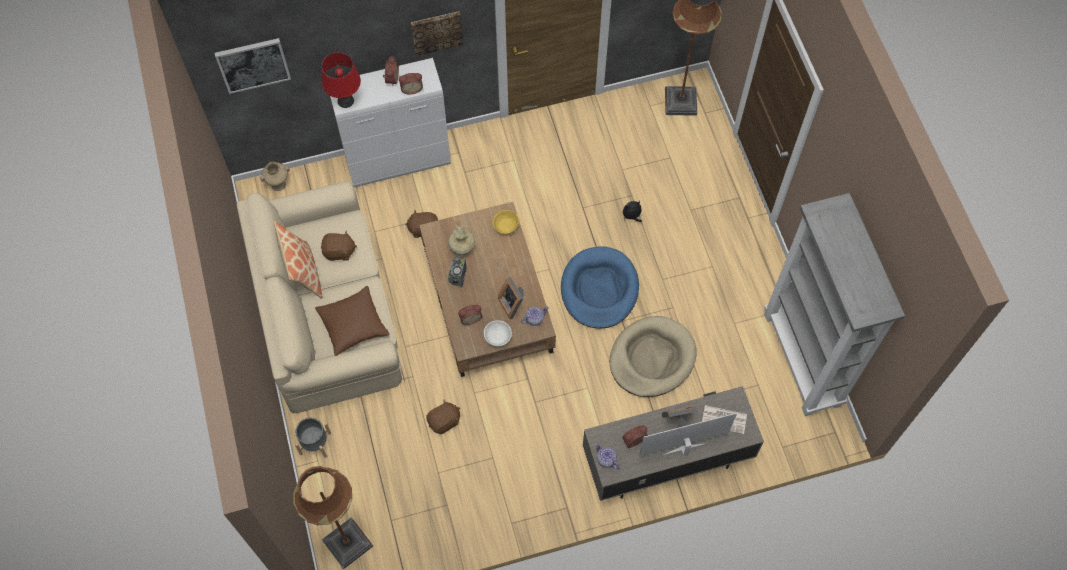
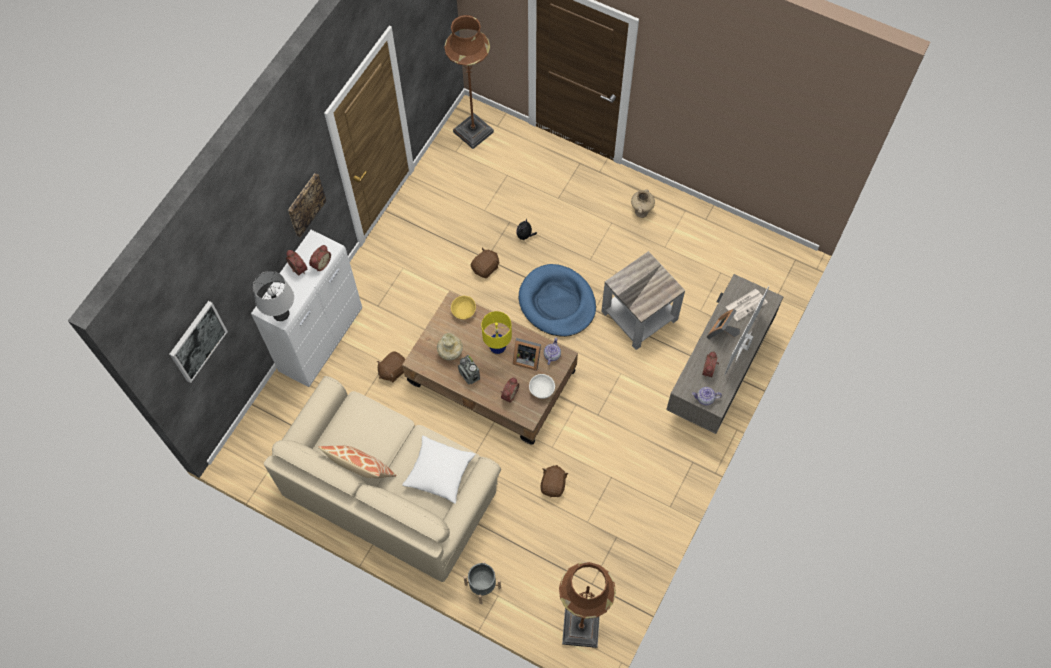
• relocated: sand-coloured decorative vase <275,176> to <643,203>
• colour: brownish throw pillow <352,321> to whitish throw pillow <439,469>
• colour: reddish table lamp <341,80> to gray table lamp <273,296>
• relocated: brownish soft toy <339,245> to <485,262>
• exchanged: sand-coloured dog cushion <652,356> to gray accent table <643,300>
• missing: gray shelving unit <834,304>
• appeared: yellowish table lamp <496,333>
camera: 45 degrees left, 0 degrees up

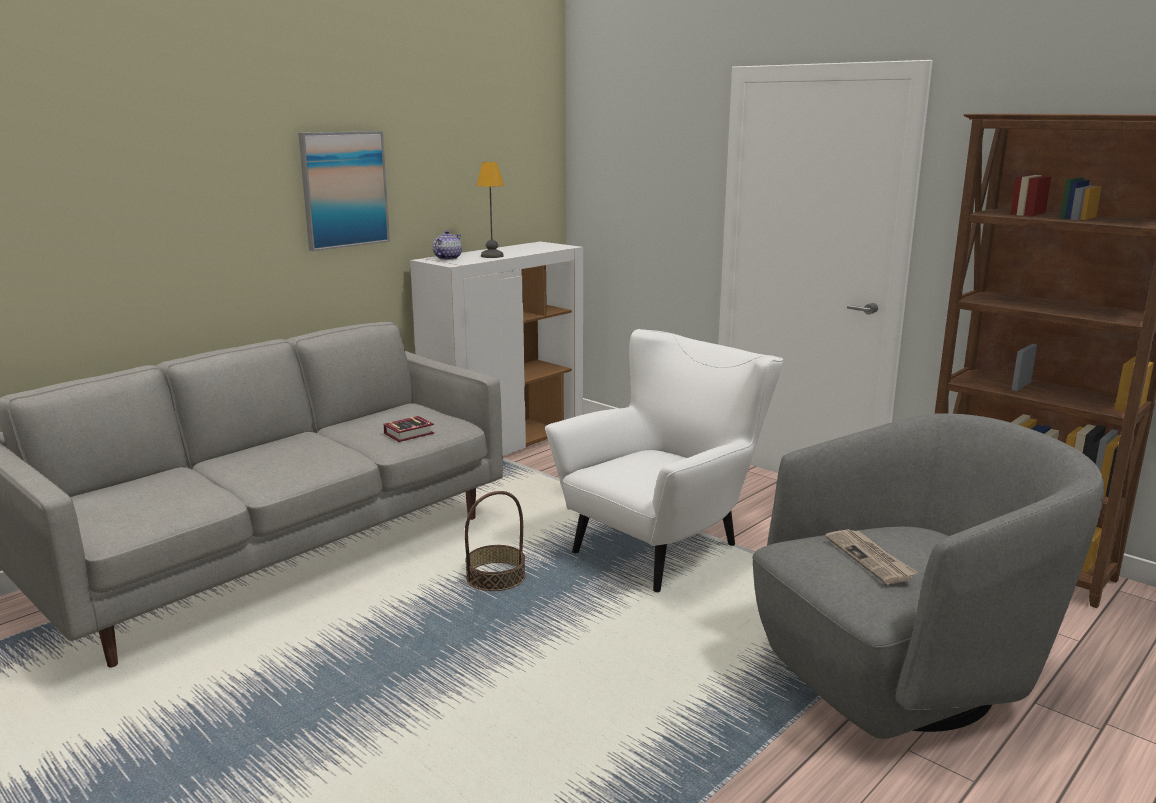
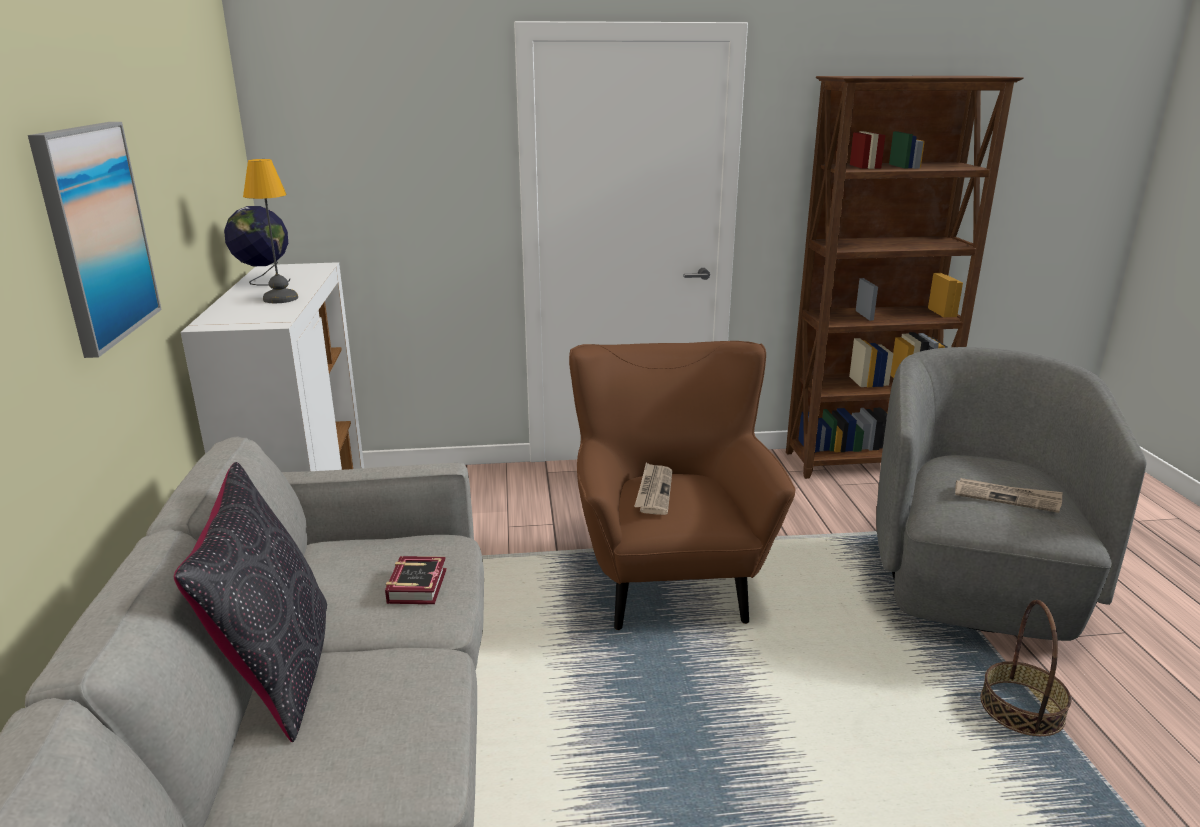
• missing: tea pot <447,245>
• relocated: storage basket <495,541> to <1025,668>
• colour: whitish armchair <664,461> to brownish armchair <682,485>
• appeared: black throw pillow <250,602>
• appeared: globe <257,245>
• appeared: printed paper <653,489>
camera: 50 degrees left, 5 degrees up

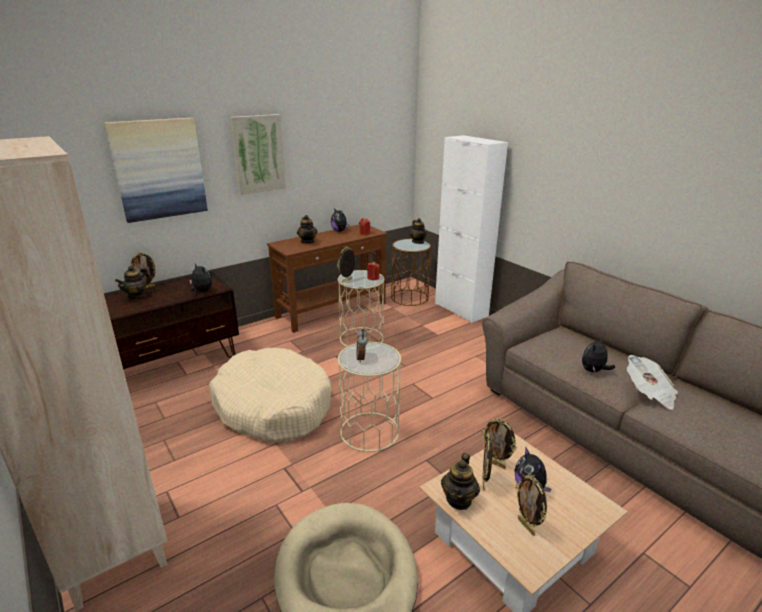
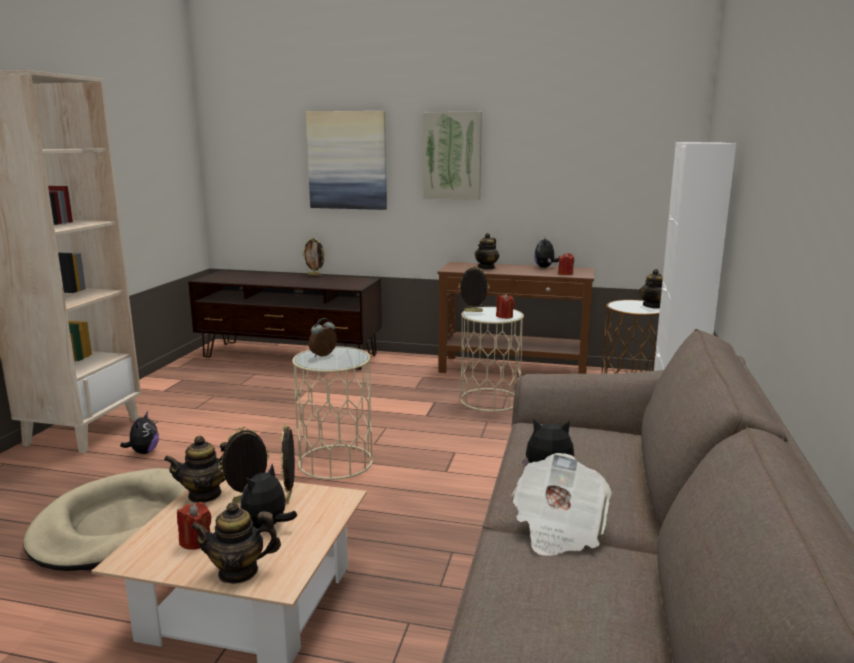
• relocated: tea pot <133,283> to <235,543>
• relocated: soft toy <200,277> to <139,432>
• missing: sand-coloured dog cushion <270,395>
• exchanged: picture frame <531,505> to reddish candle <194,526>
camera: 50 degrees right, 10 degrees down

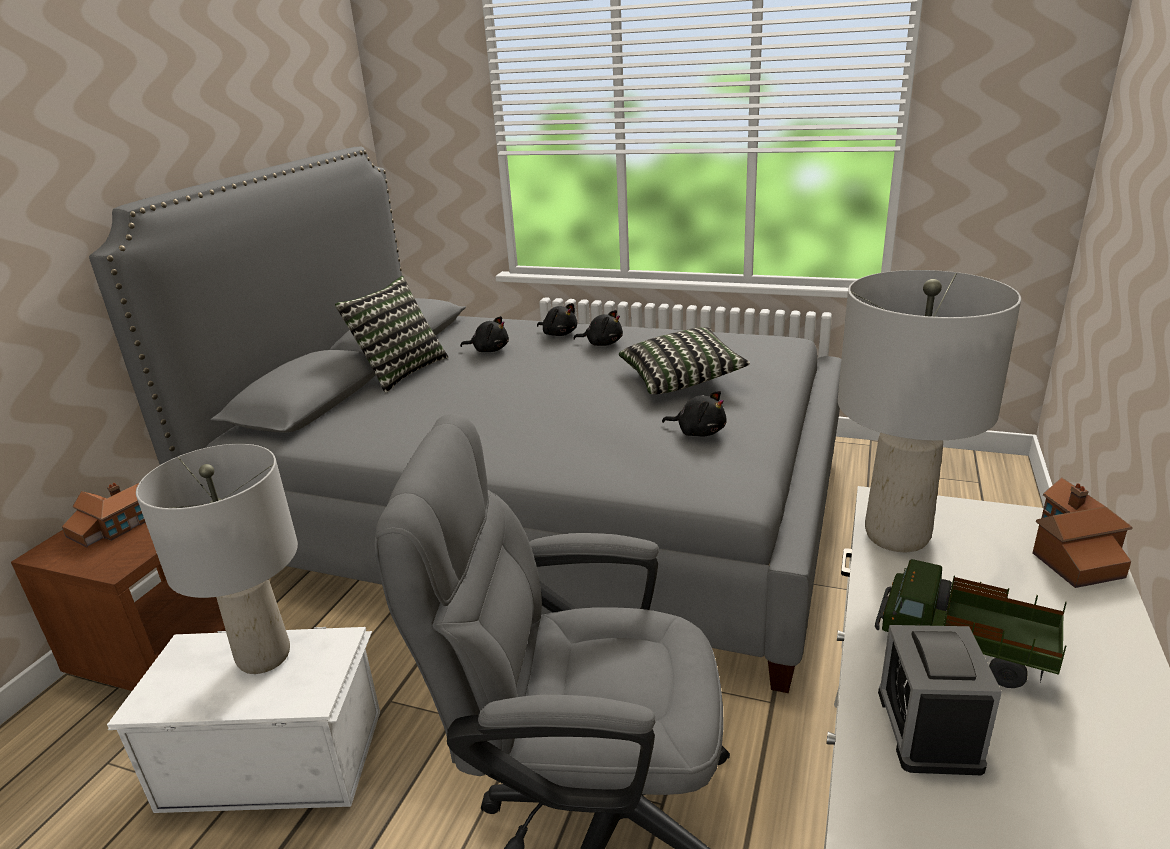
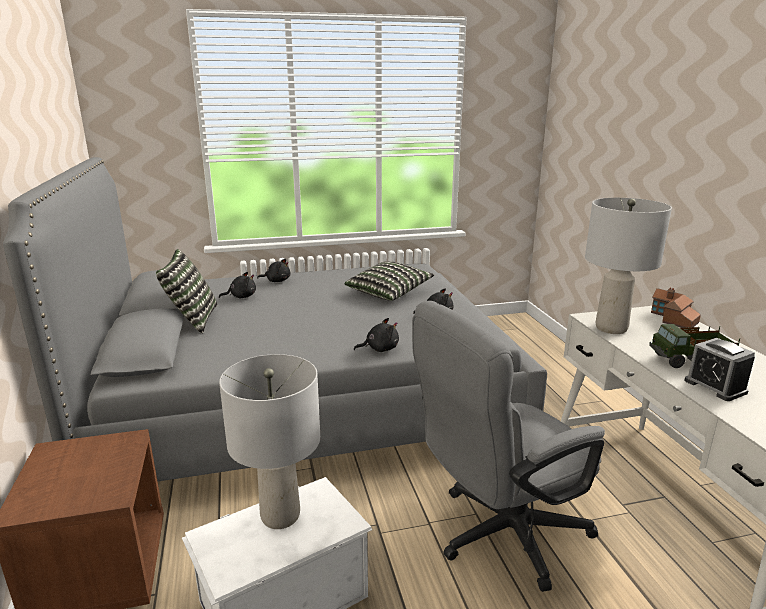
• missing: toy house <104,515>
• relocated: black soft toy <598,328> to <376,335>
camera: 35 degrees left, 5 degrees down

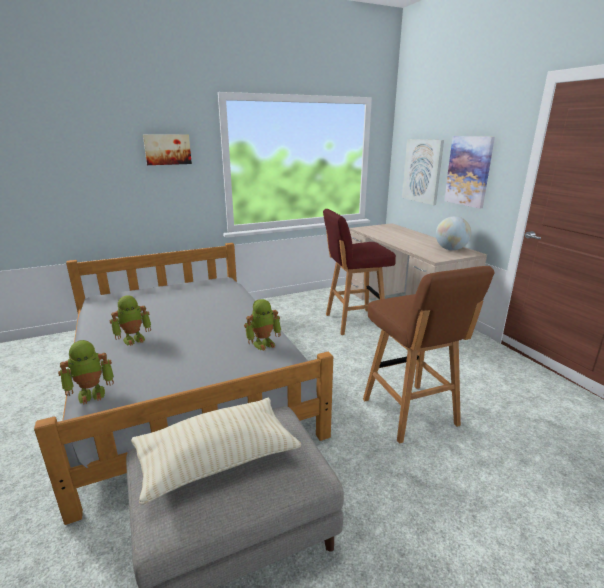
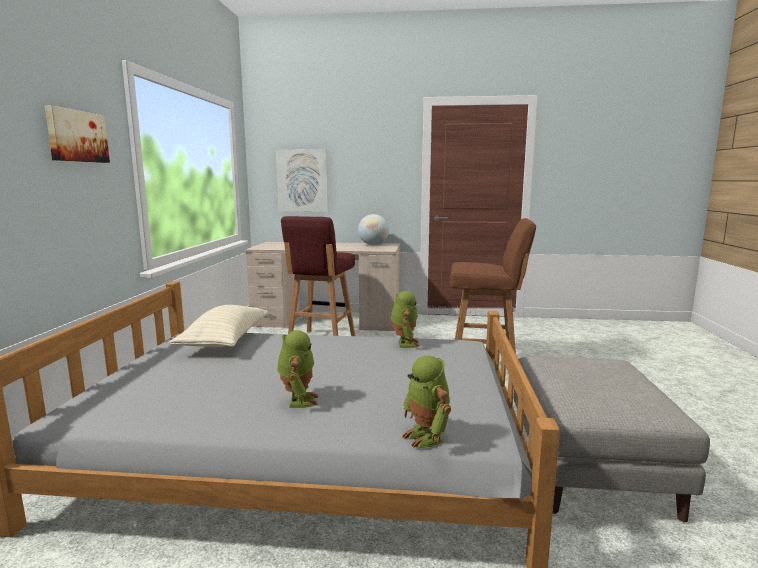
• spun: toy robot <86,372> = <426,401> 150 degrees clockwise
• relocated: sand-coloured throw pillow <216,451> to <219,326>
• missing: picture <469,172>
camera: 60 degrees left, 10 degrees down

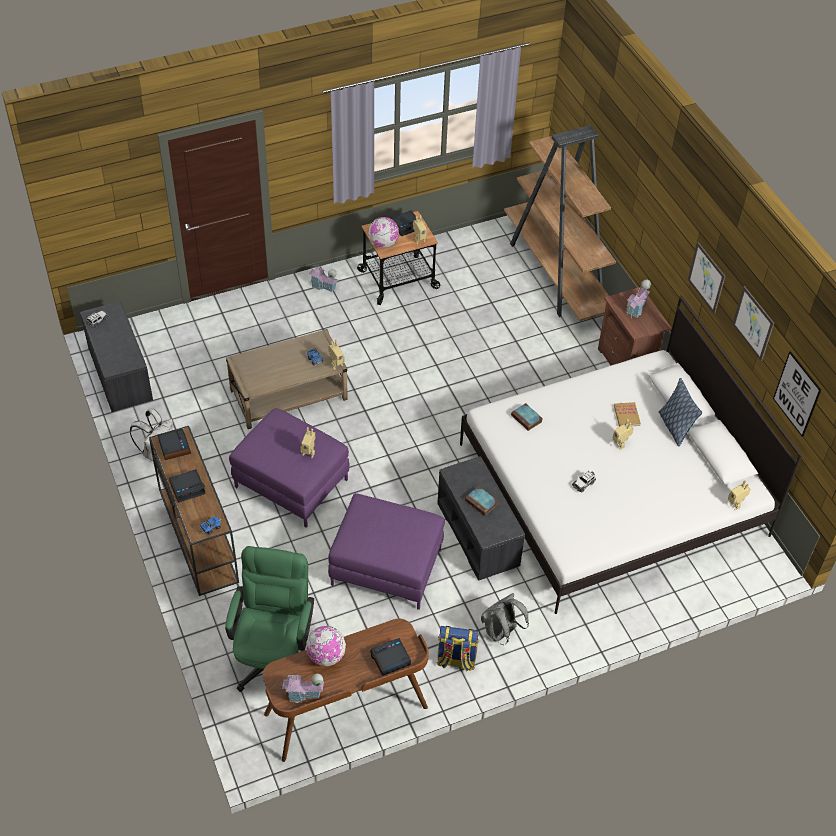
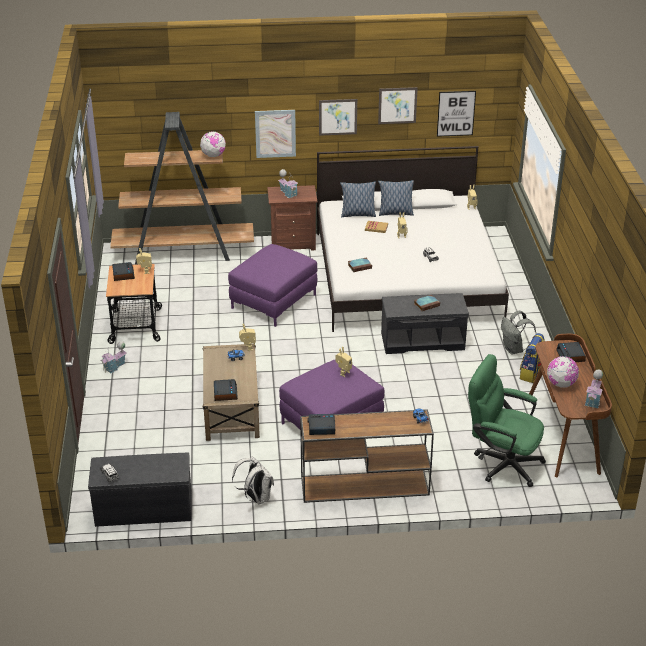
• relocated: bedside clock <187,486> to <226,390>
• relocated: purple-coloured pouffe <386,551> to <272,285>
• relocated: globe <383,232> to <213,144>
• appeared: picture <275,134>
• appeared: throw pillow <358,200>
camera: 70 degrees left, 15 degrees down

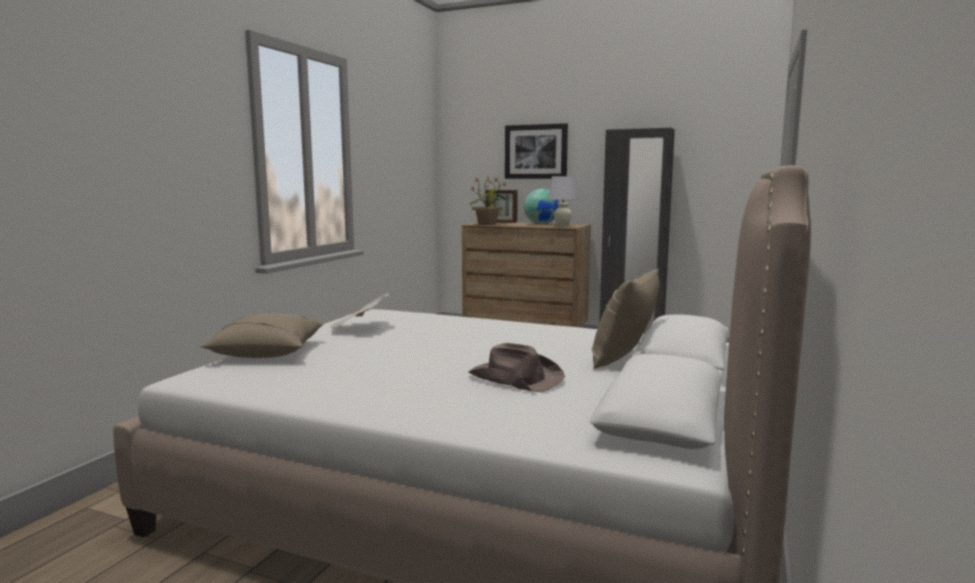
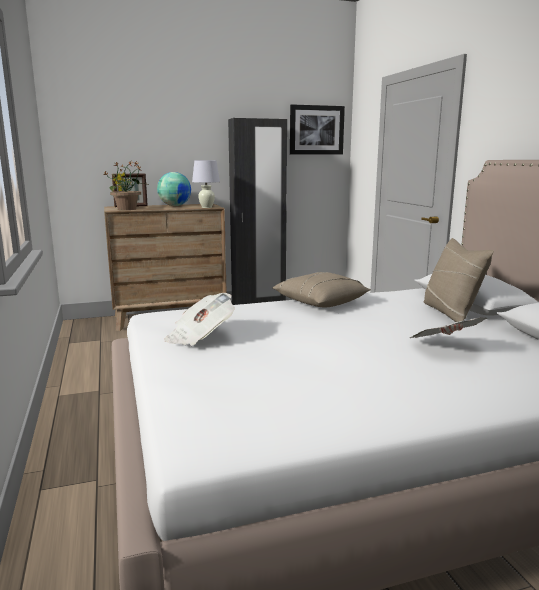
• relocated: sand-coloured throw pillow <262,336> to <321,290>
• exchanged: brownish hat <517,367> to printed paper <448,327>
• relocated: picture <536,151> to <317,129>
camera: 40 degrees left, 5 degrees up

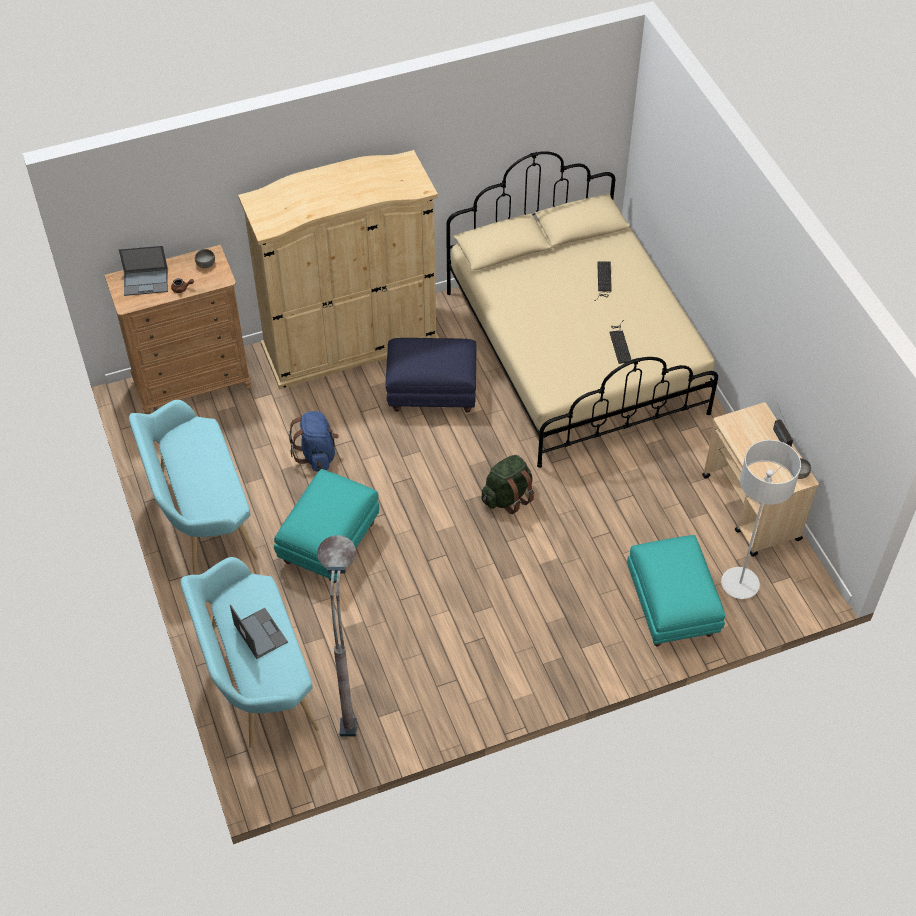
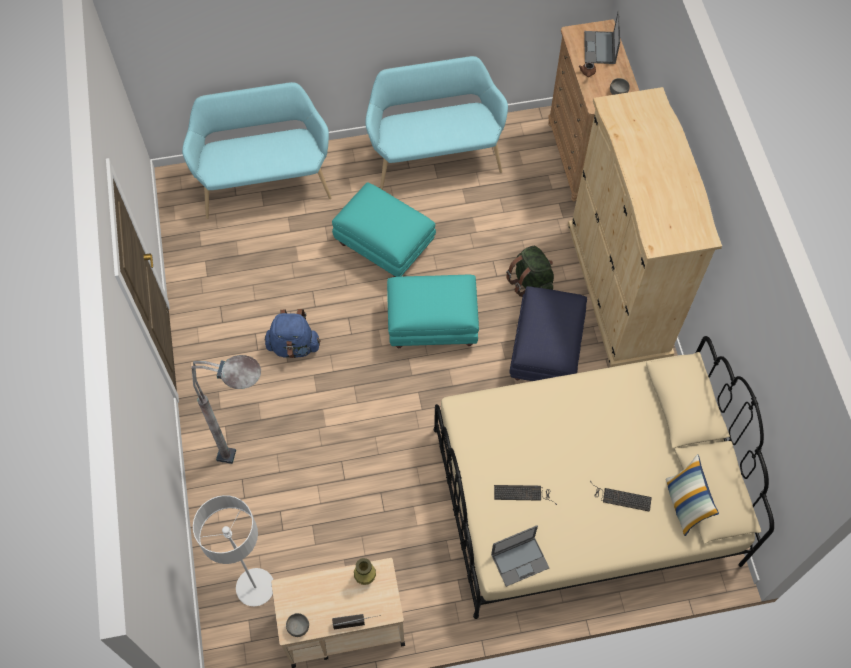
• relocated: portable computer <259,632> to <520,556>
• relocated: blue rucksack <314,441> to <293,333>
• relocated: gray standard lamp <337,636> to <226,409>
• relocated: green rucksack <507,484> to <530,271>
• relocated: turquoise pouffe <676,590> to <433,311>
• appeared: green decorative vase <365,571>
• appeared: throw pillow <692,495>
camera: 100 degrees right, 10 degrees up

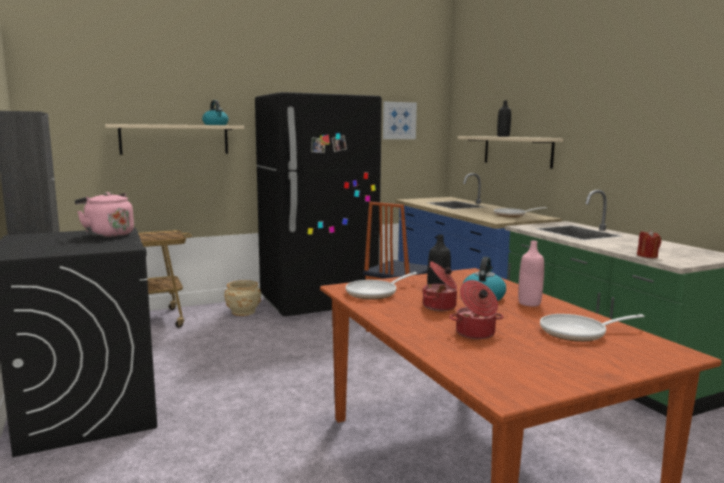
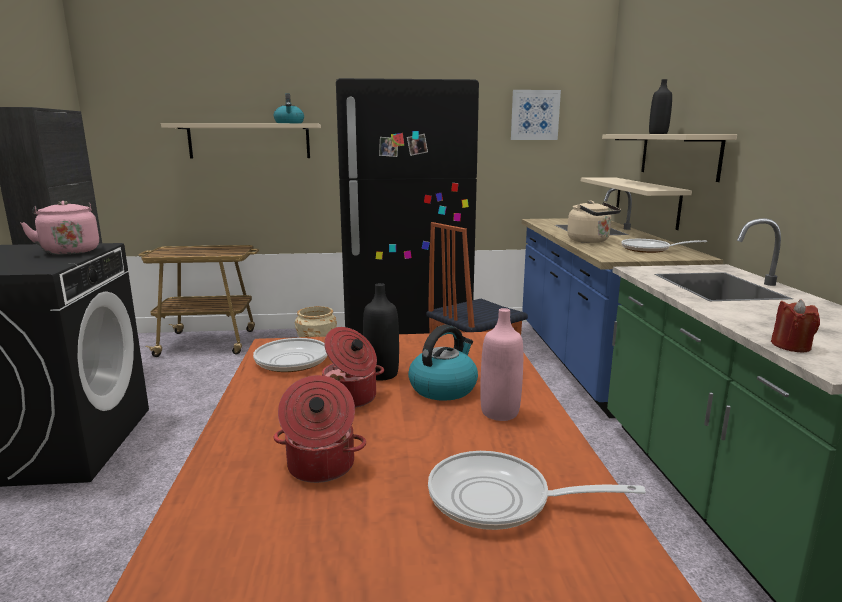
• appeared: sand-coloured tea kettle <594,221>
• appeared: sand-coloured bracket shelf <636,203>
camera: 20 degrees right, 5 degrees up

